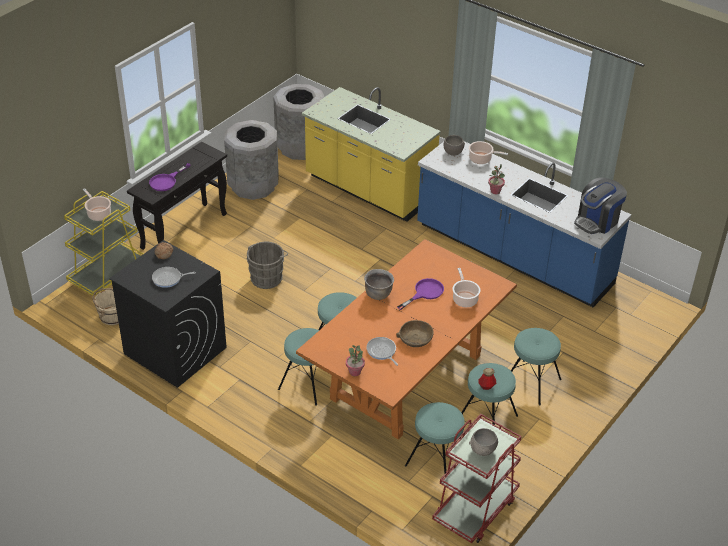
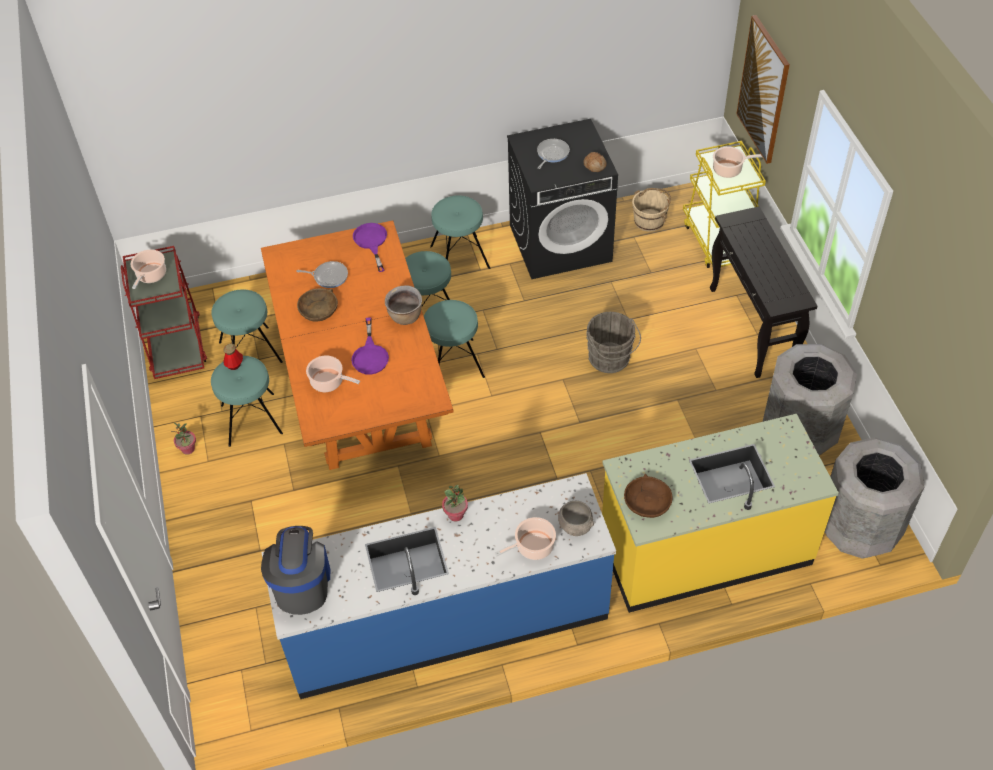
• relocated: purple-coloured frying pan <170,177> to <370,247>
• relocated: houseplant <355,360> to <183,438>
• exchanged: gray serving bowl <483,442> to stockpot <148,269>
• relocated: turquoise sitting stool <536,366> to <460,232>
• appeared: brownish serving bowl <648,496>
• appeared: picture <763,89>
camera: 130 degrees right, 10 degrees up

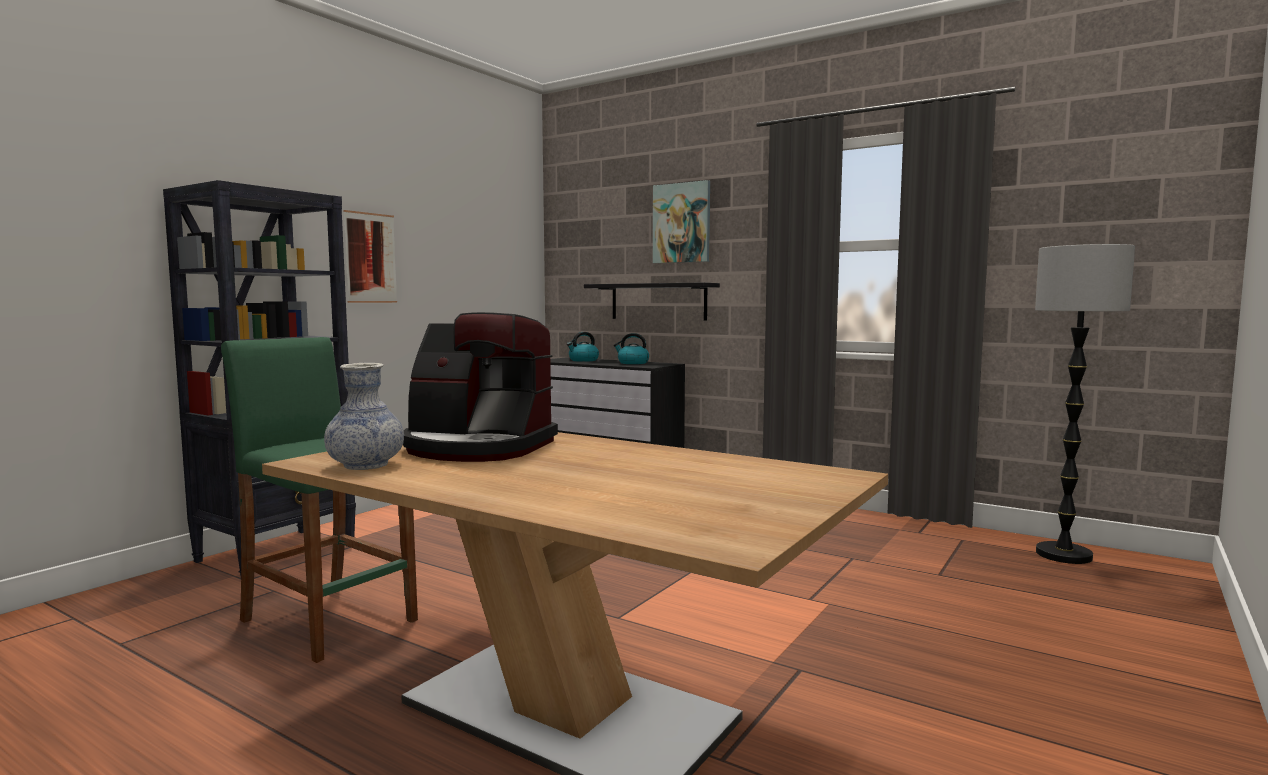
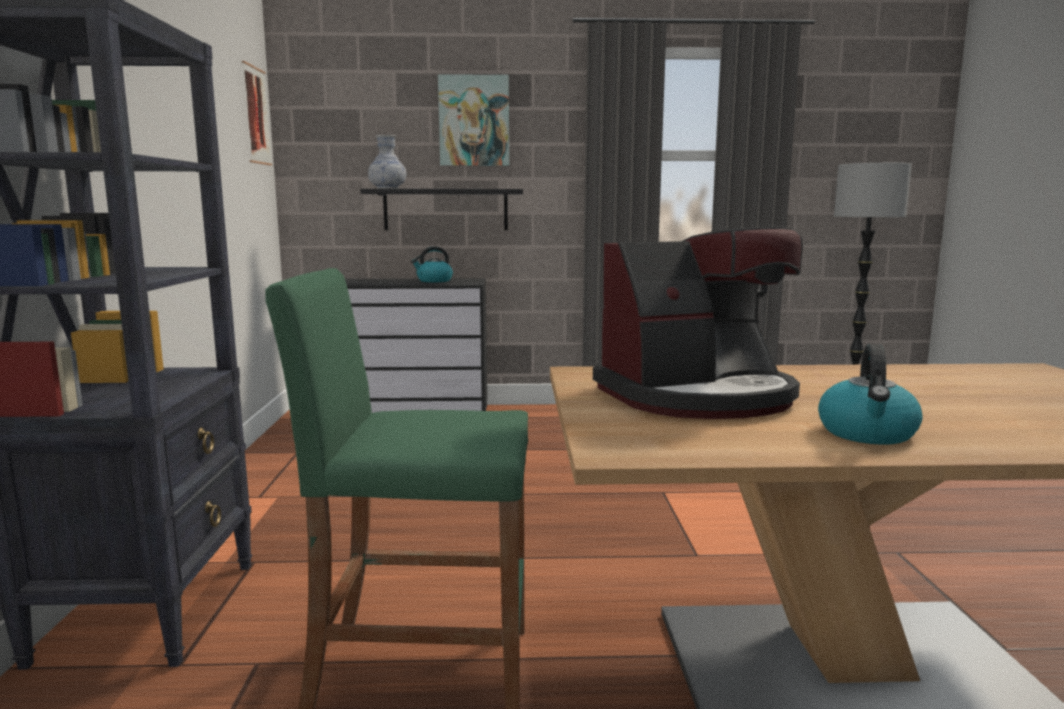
• relocated: decorative vase <364,416> to <387,162>
• relocated: picture <370,256> to <257,113>
• relocated: tea kettle <583,347> to <870,394>
camera: 35 degrees left, 5 degrees up

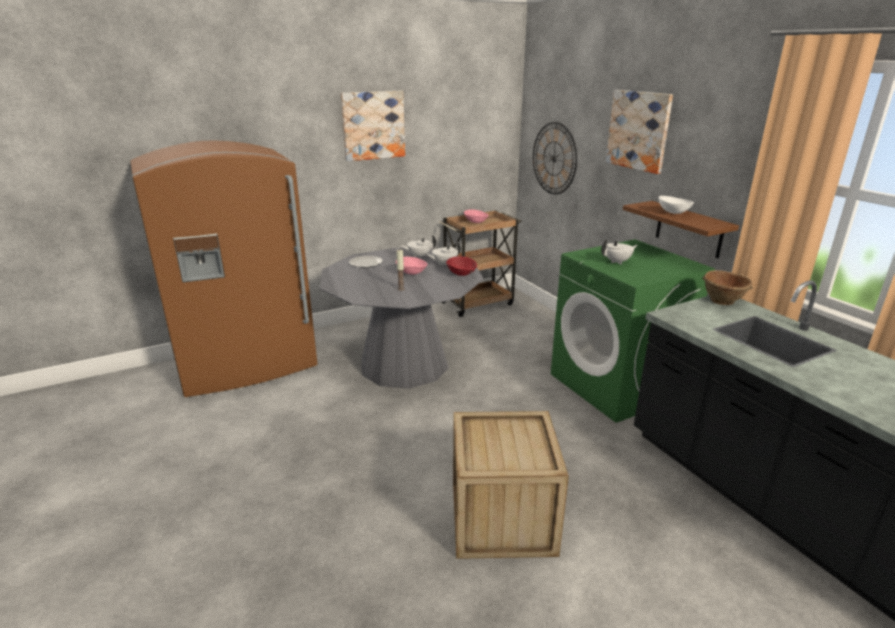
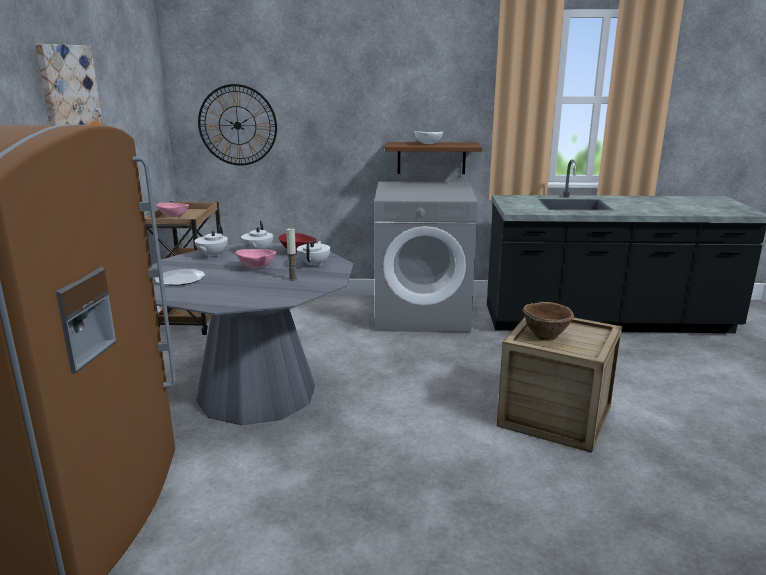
• colour: green washing machine <633,331> to gray washing machine <426,256>
• relocated: whitish tea pot <619,252> to <314,254>
• missing: picture <639,132>
• relocated: brownish serving bowl <728,287> to <548,321>
camera: 60 degrees left, 5 degrees down

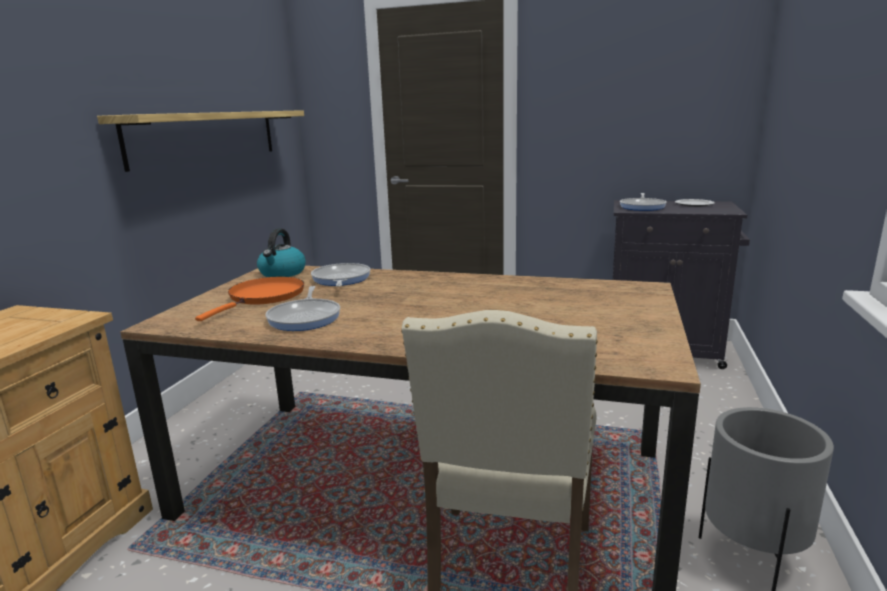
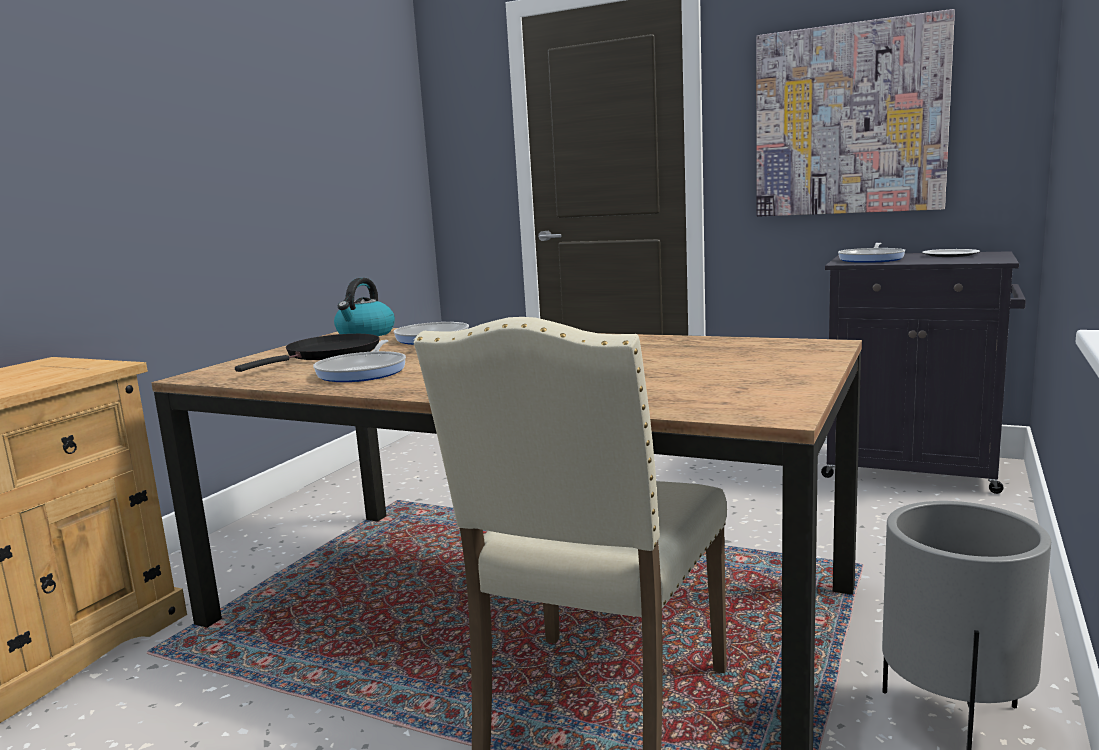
• missing: bracket shelf <200,141>
• colour: orangey frying pan <249,299> to black frying pan <307,353>
• appeared: picture <855,113>
camera: 10 degrees right, 5 degrees down

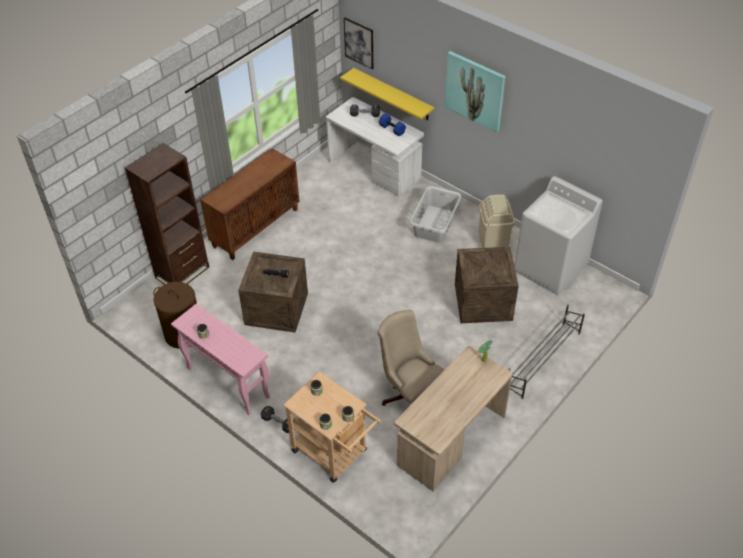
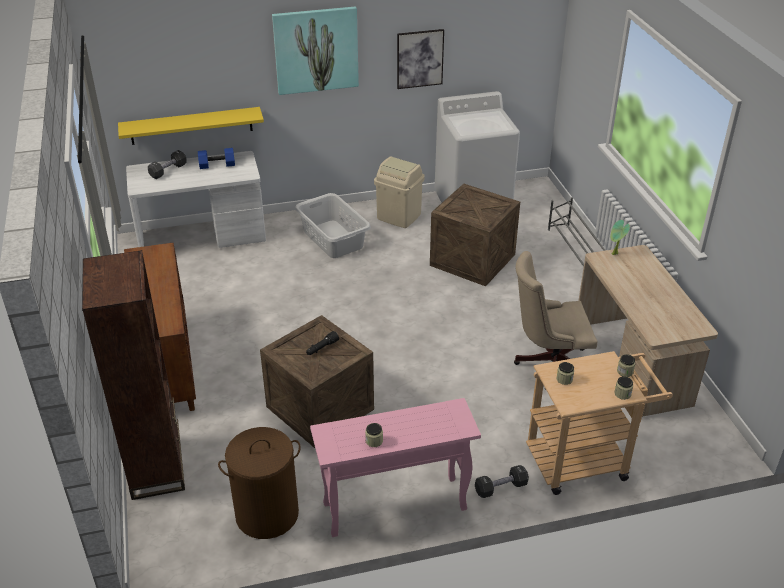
• relocated: picture <358,43> to <420,59>
camera: 55 degrees left, 10 degrees down

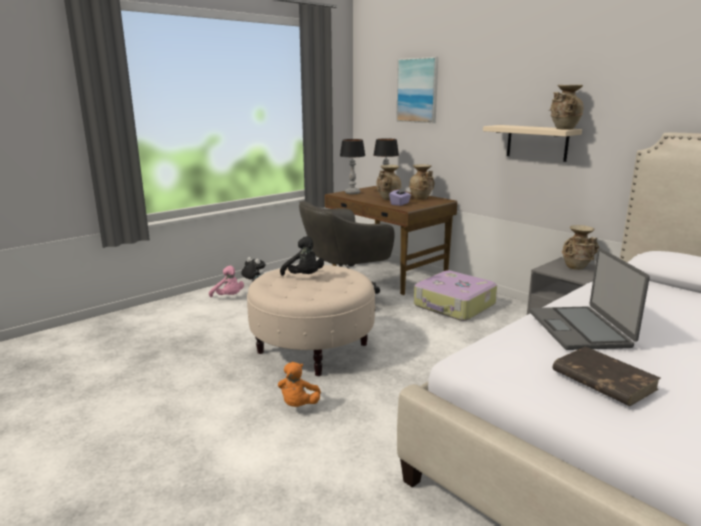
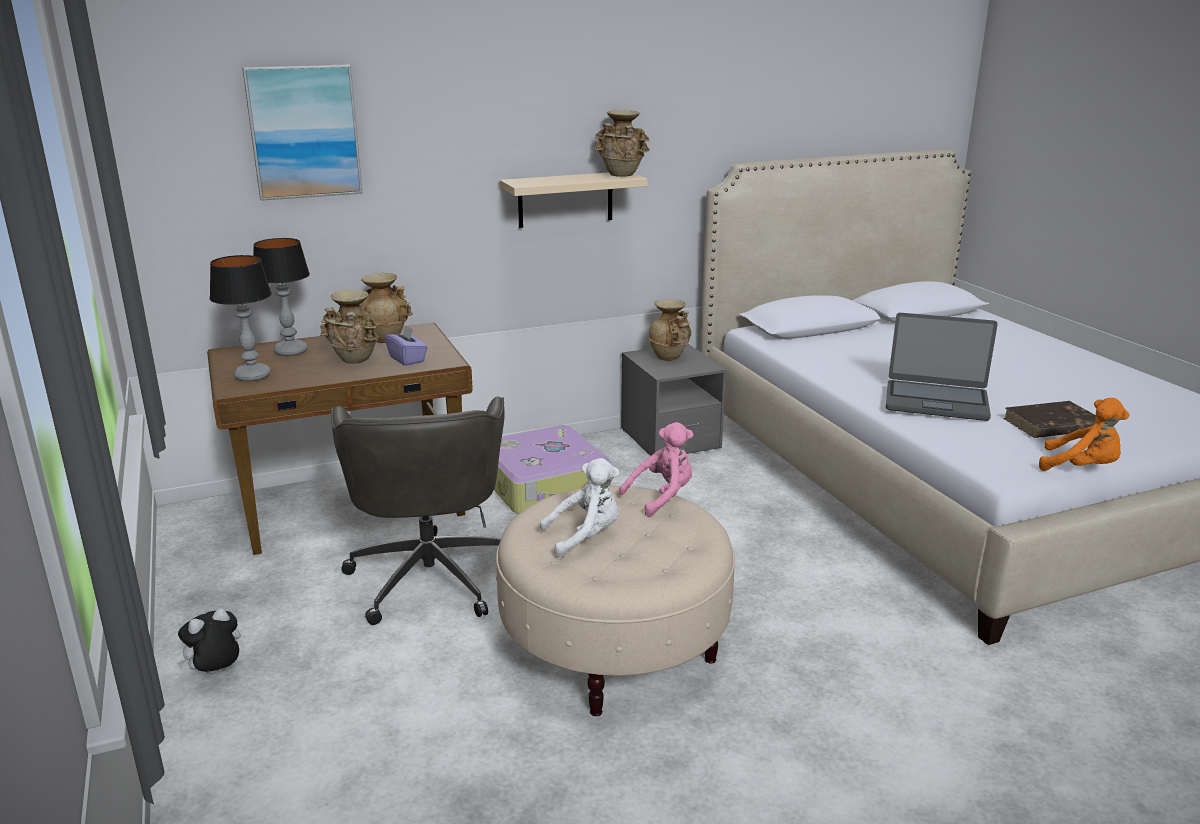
• relocated: pinkish soft toy <226,281> to <656,469>
• relocated: orangey soft toy <299,384> to <1084,434>
• colour: black soft toy <302,256> to whitish soft toy <580,507>
camera: 70 degrees left, 5 degrees up

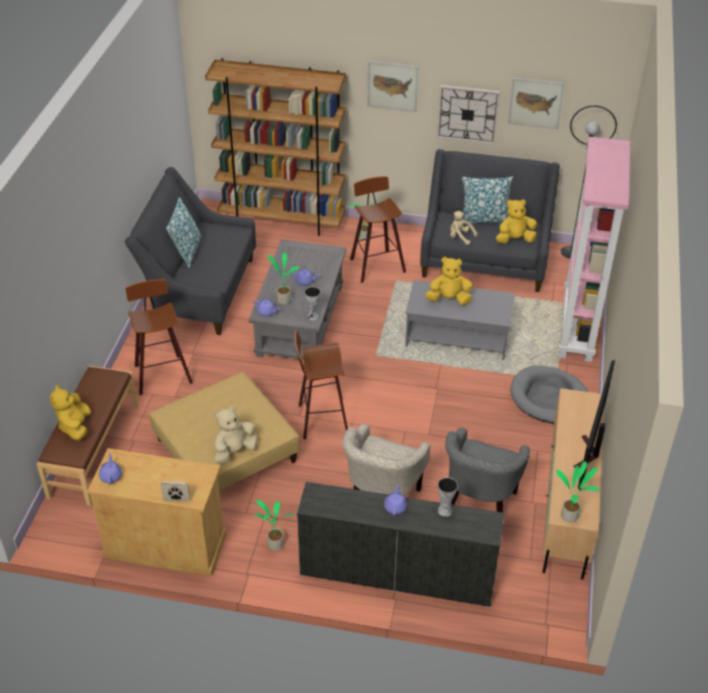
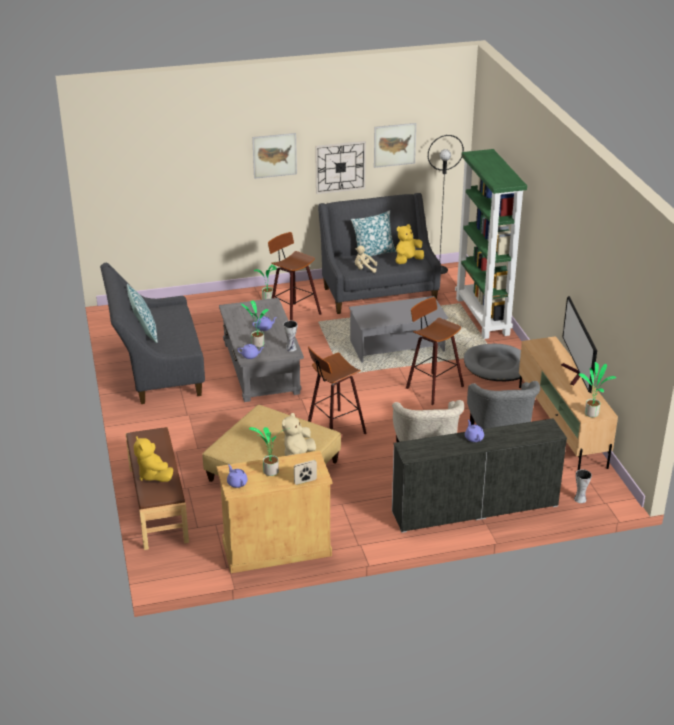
• relocated: sitting stool <159,337> to <435,351>
• missing: brownish shelving unit <275,147>
• relocated: houseplant <274,525> to <267,451>
• missing: yellowish soft toy <449,281>
• relocated: decorative vase <448,497> to <583,486>
• colour: pinkish shelving unit <594,249> to green shelving unit <491,244>
camera: 25 degrees left, 10 degrees down

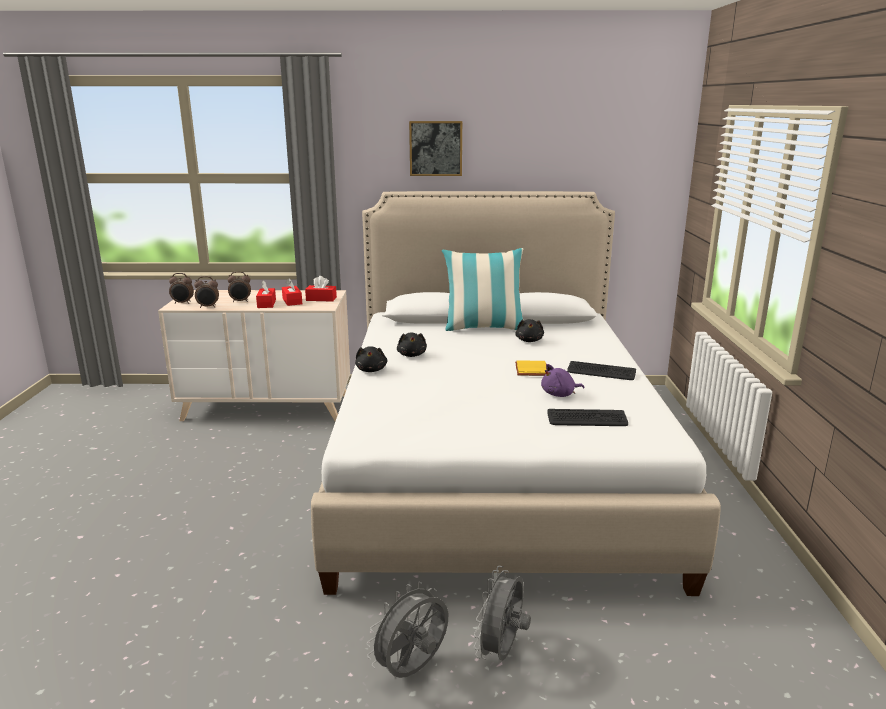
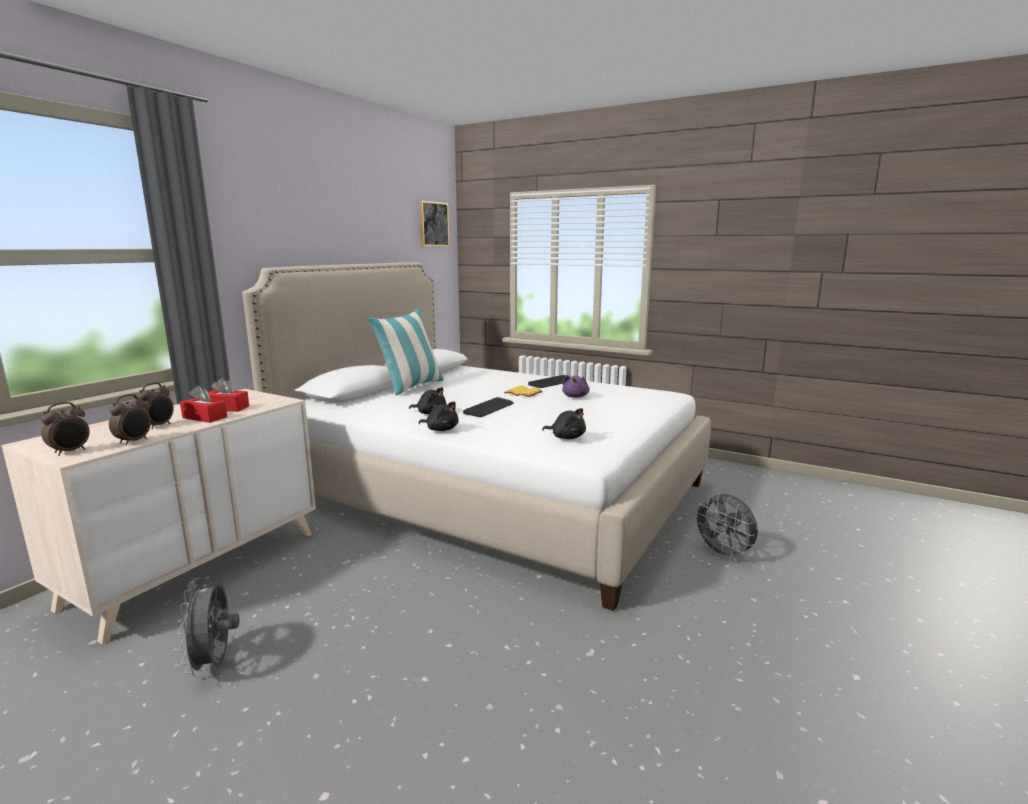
• missing: reddish tissue holder <321,289>
• relocated: gray electric fan <407,630> to <208,627>
• relocated: picture <435,148> to <434,223>
• relocated: black soft toy <529,330> to <564,423>
• relocated: computer keyboard <587,417> to <488,407>
camera: 60 degrees left, 5 degrees down

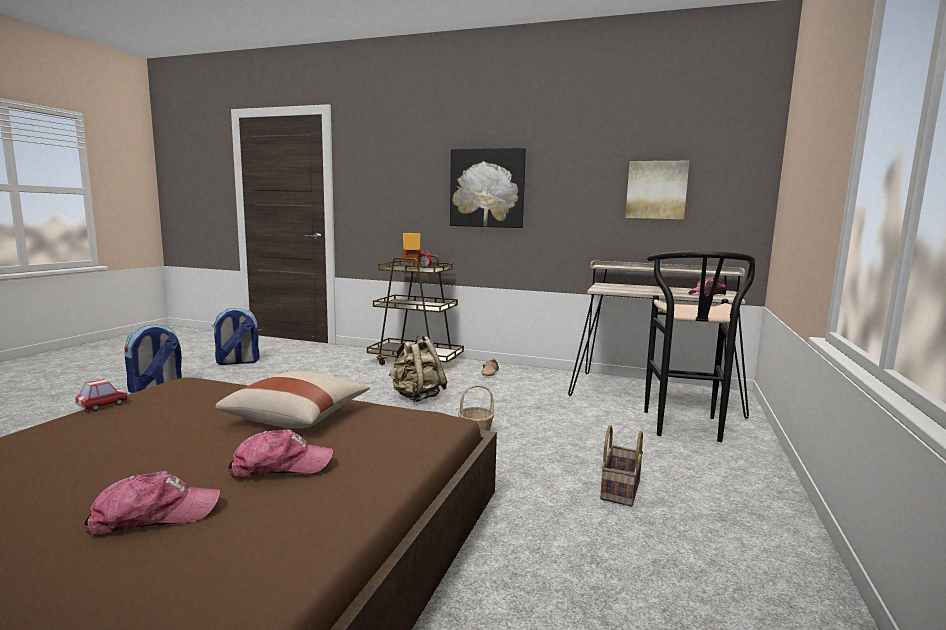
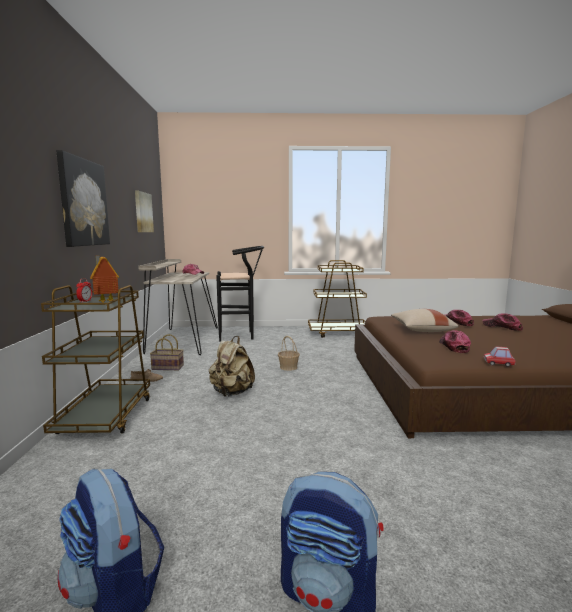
• relocated: storage basket <621,466> to <167,352>
• appeared: brownish cart <337,299>
• appeared: baseball cap <455,341>
camera: 110 degrees left, 0 degrees up

